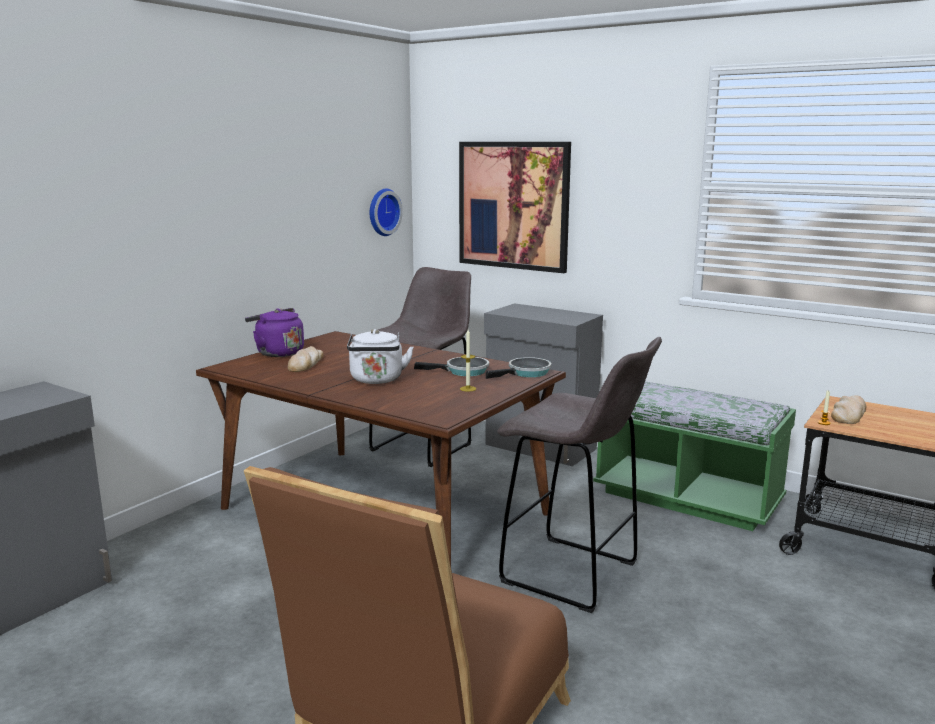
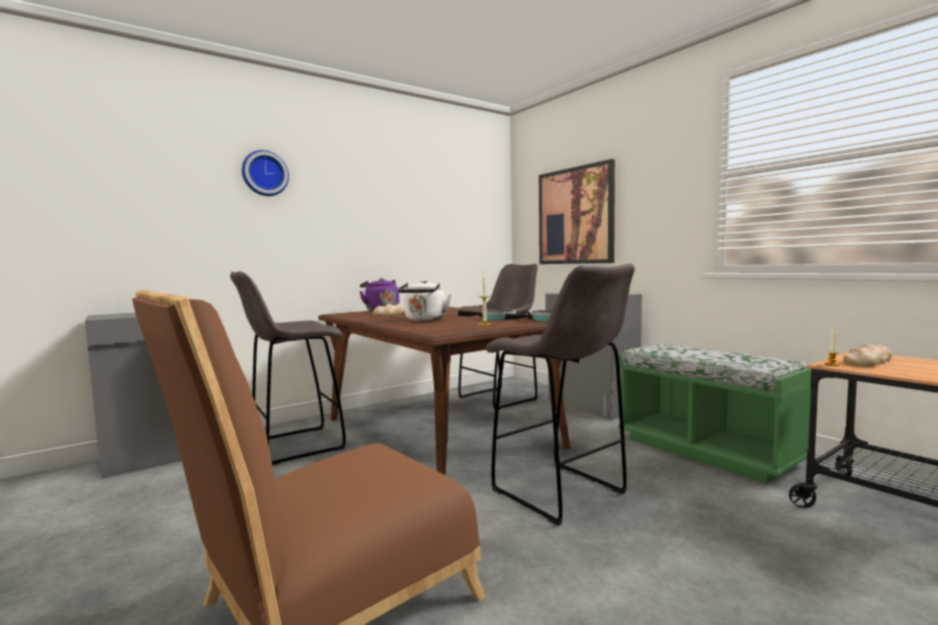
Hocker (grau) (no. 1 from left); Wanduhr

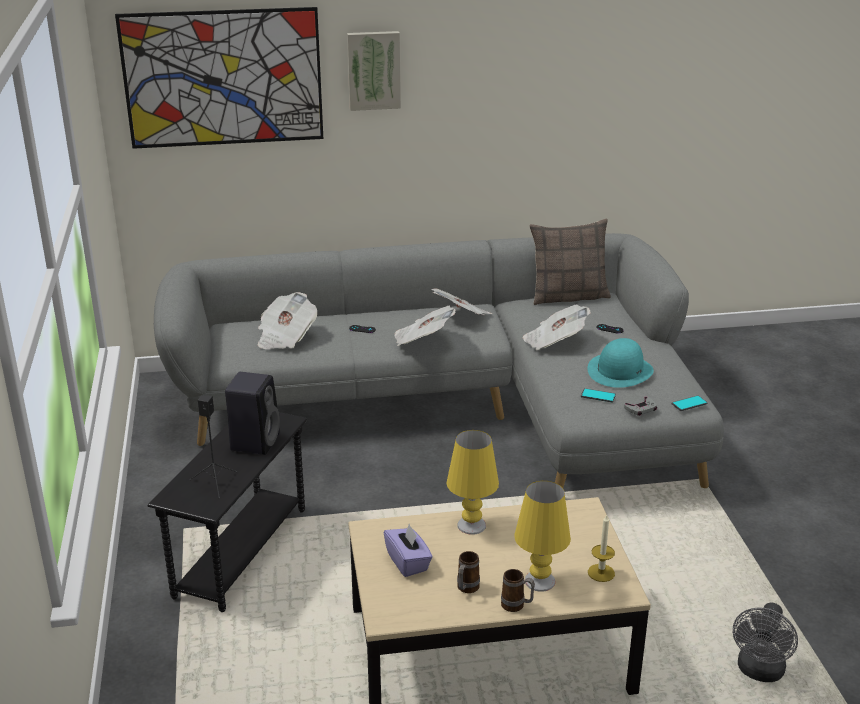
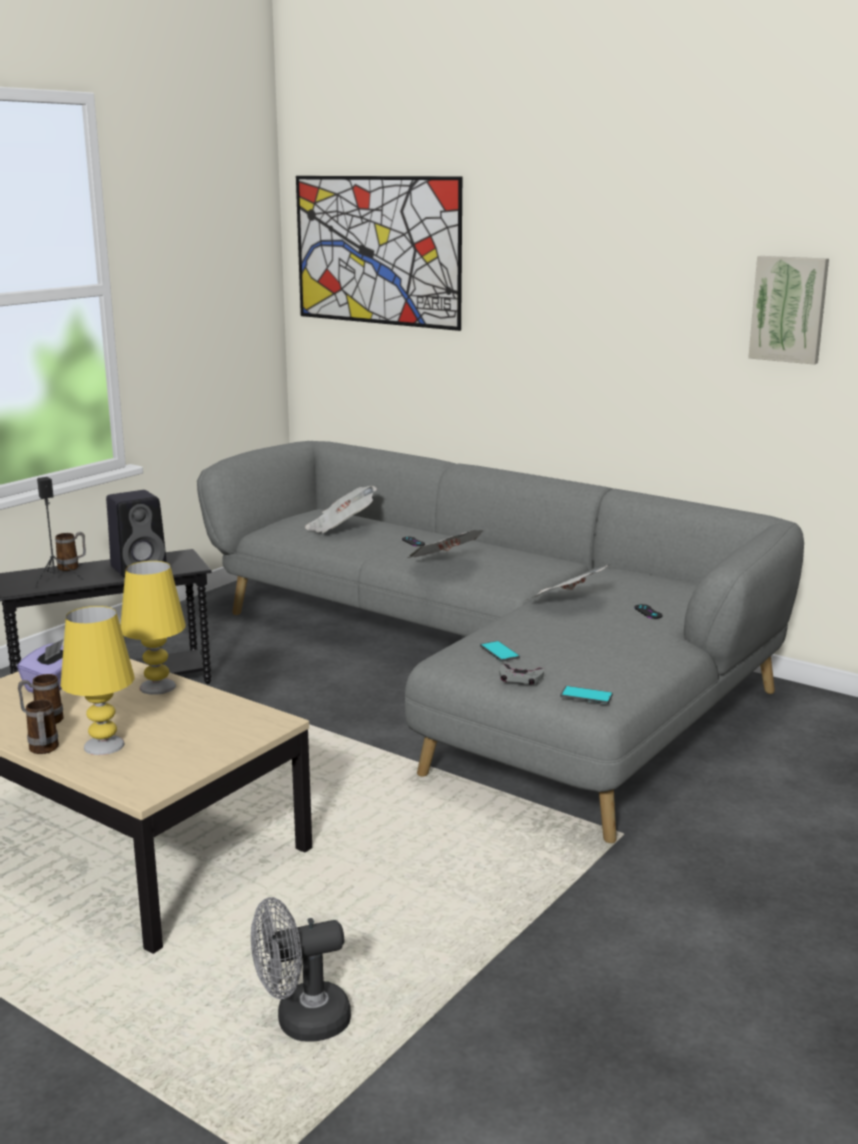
Henkelbecher (no. 3 from left); Bild (no. 2 from left); Zeitung (no. 3 from left in the first image); Kissen; Hut (türkis); Kerze

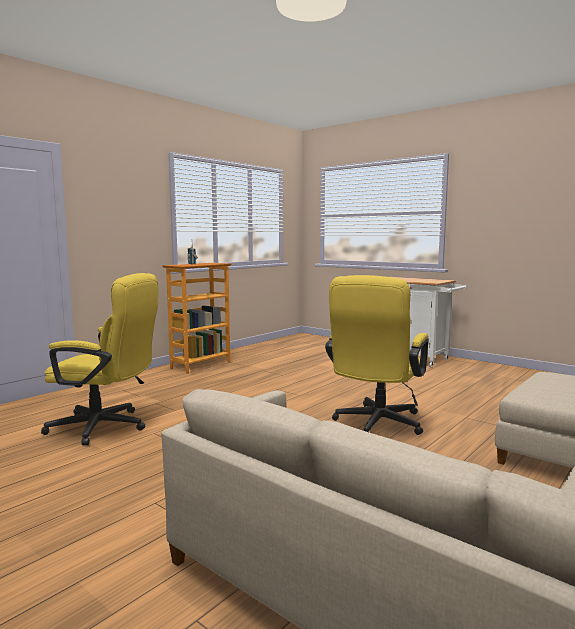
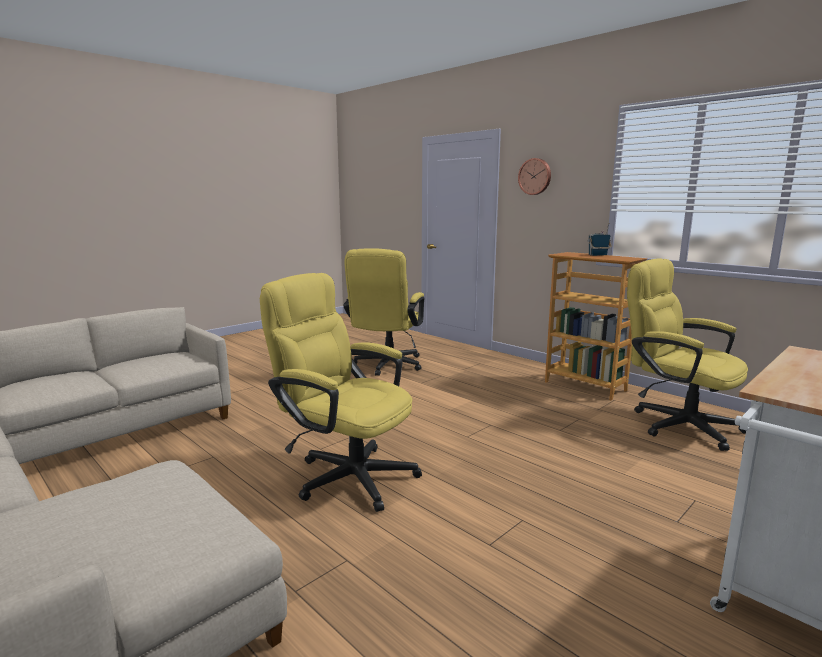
Wanduhr; Bürostuhl (gelb) (no. 3 from left)

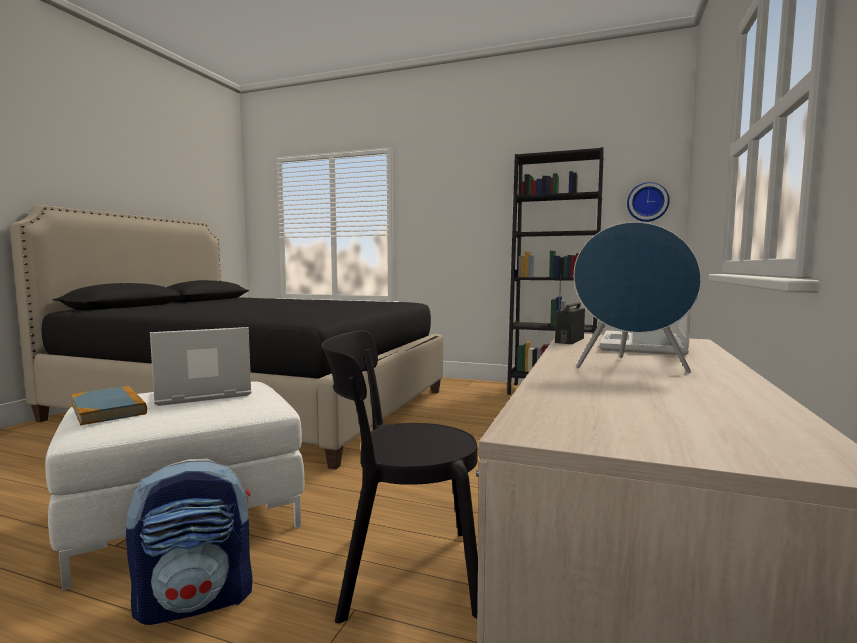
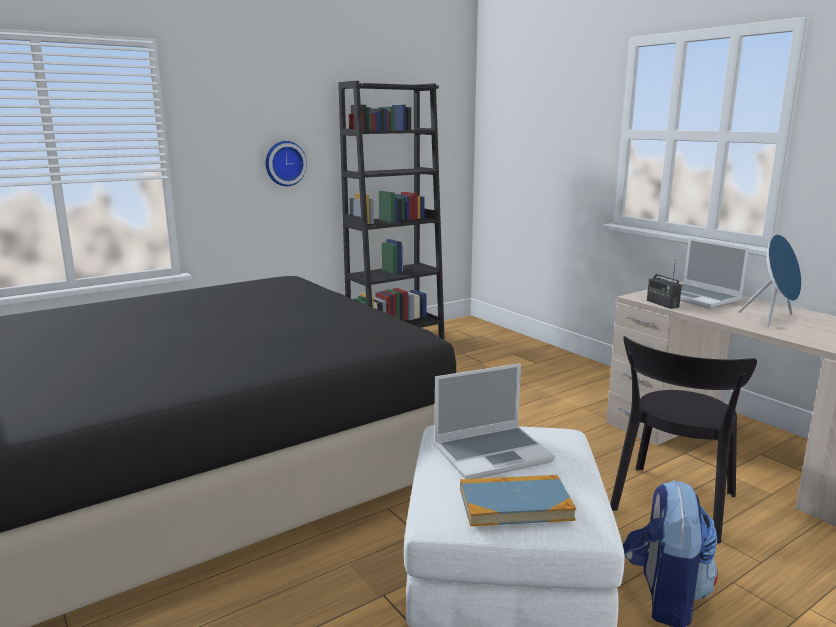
Wanduhr; Laptop (no. 1 from left)

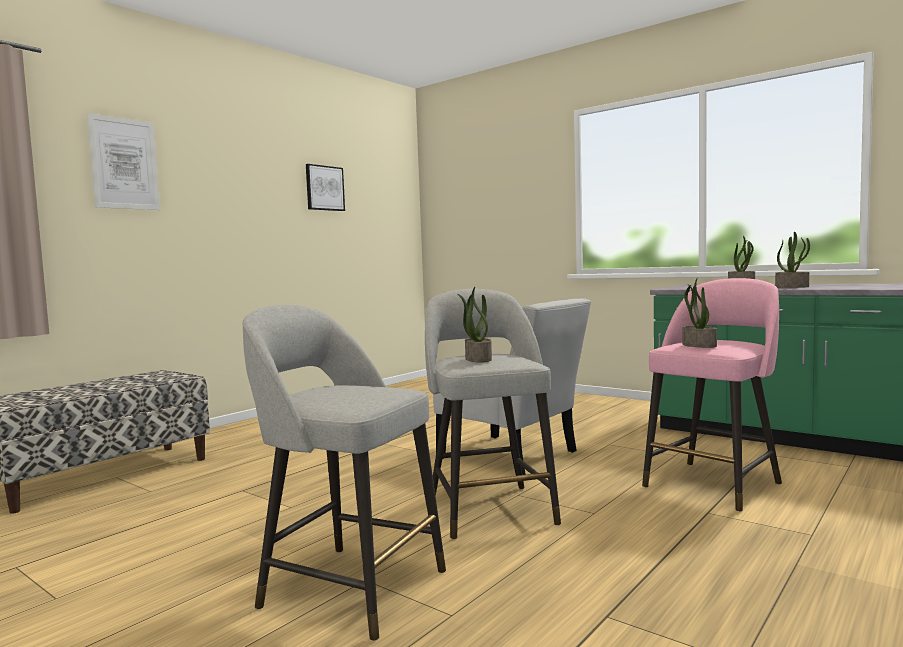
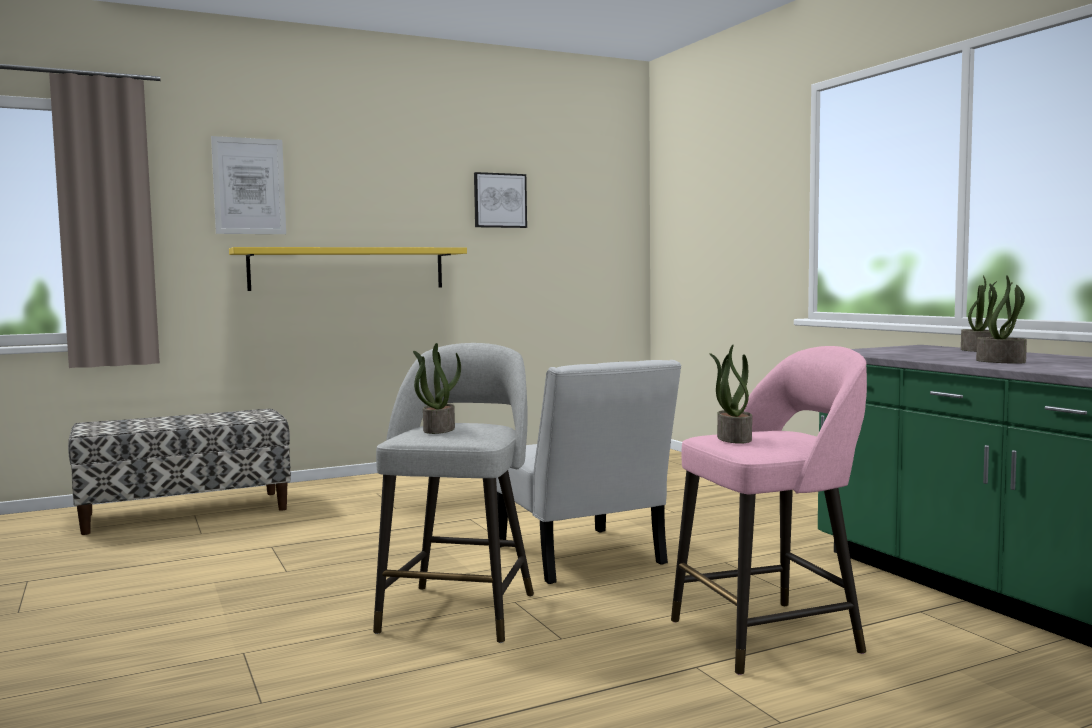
Wandregal (gelb); Hocker (grau) (no. 1 from left in the first image)

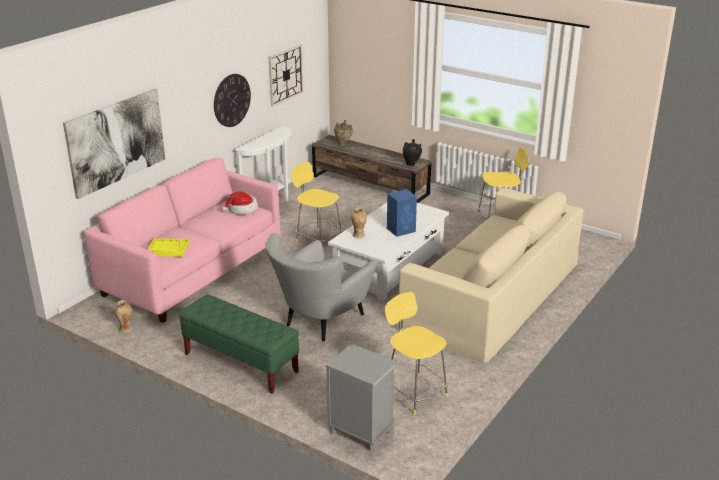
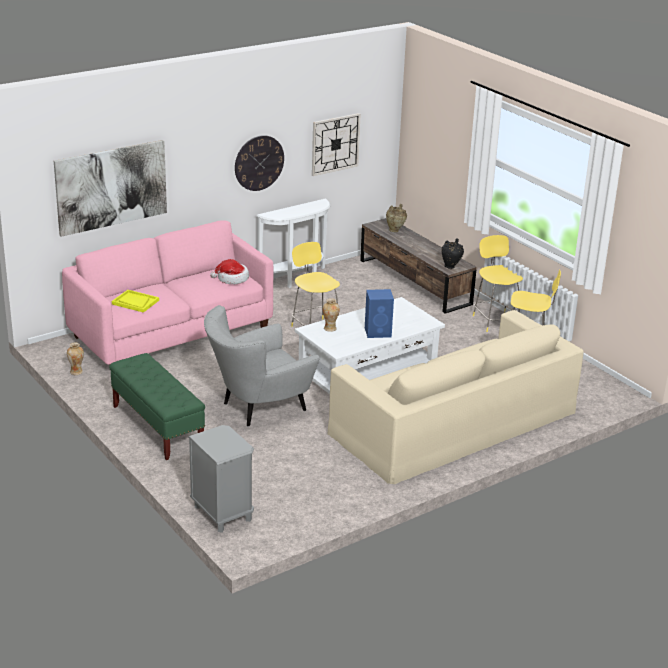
Hocker (gelb) (no. 2 from left)

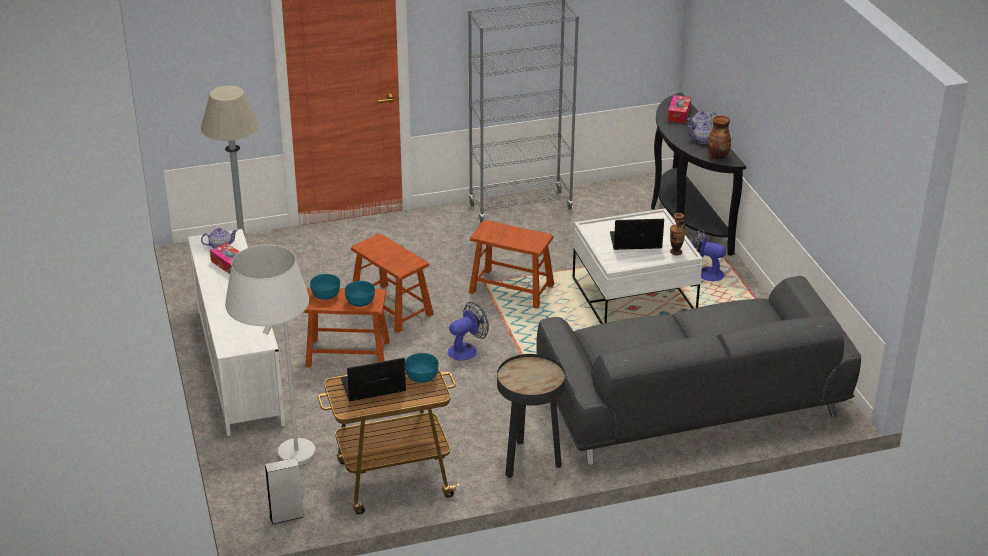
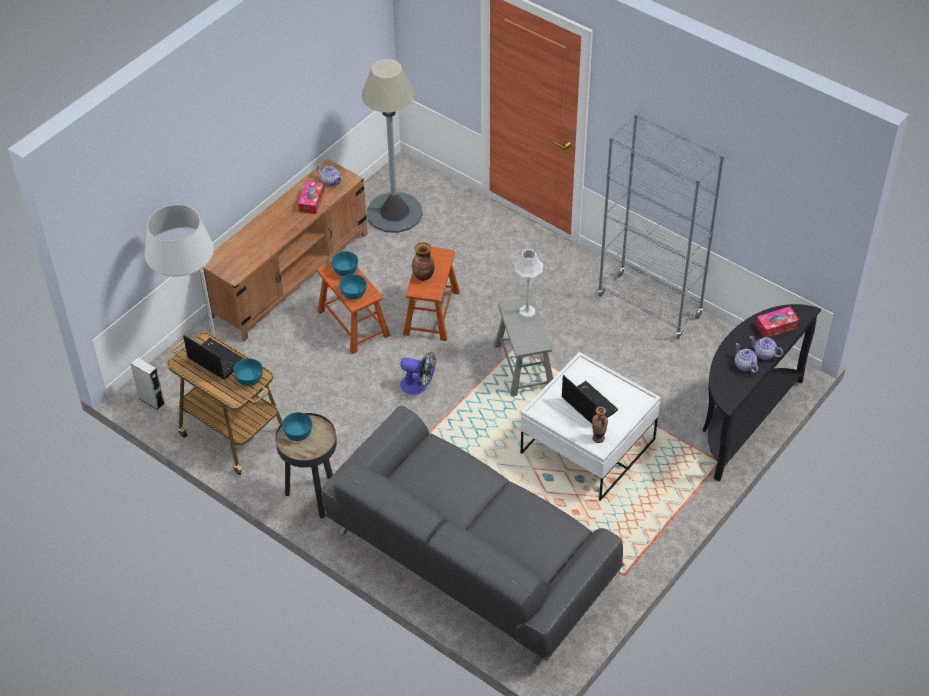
Fernsehschrank (braun); Schüssel (türkis) (no. 2 from left); Vase (no. 1 from left); Hocker (grau); Tischlampe (grau); Ventilator (no. 2 from left in the first image)

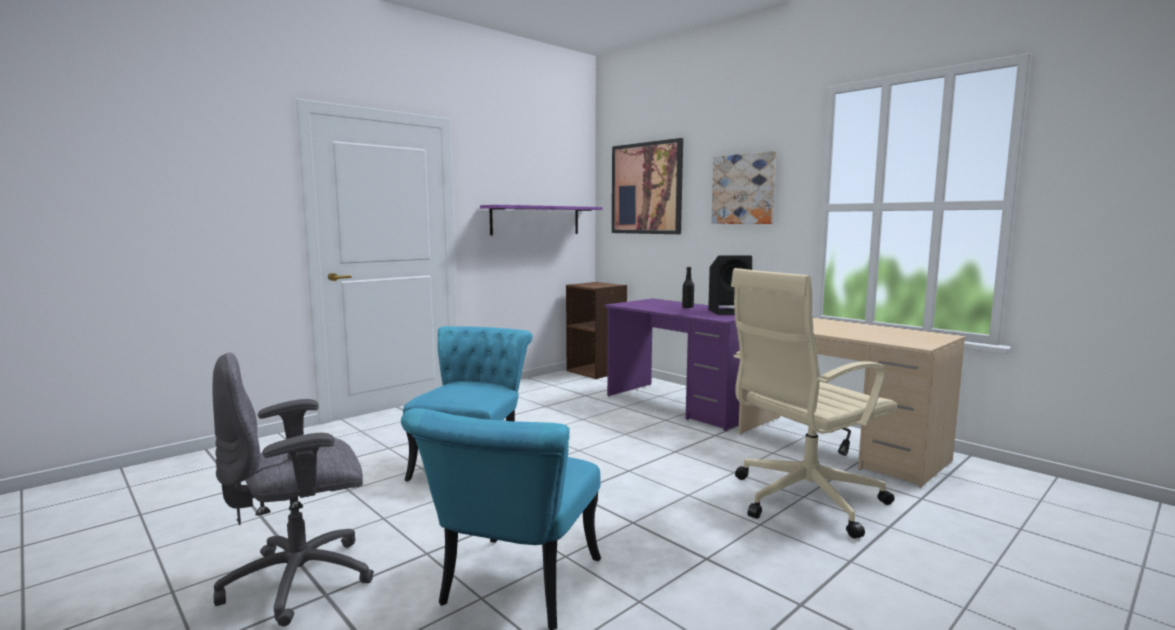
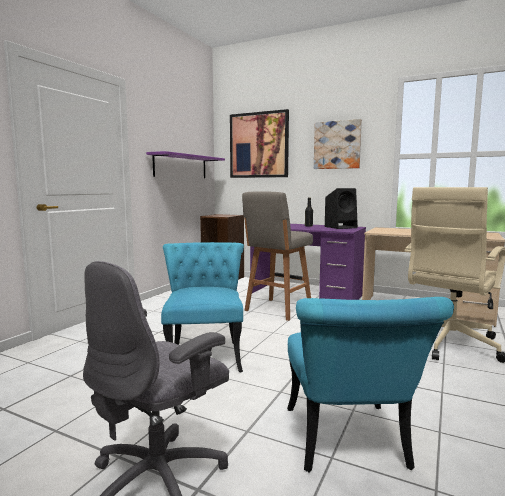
Hocker (grau)

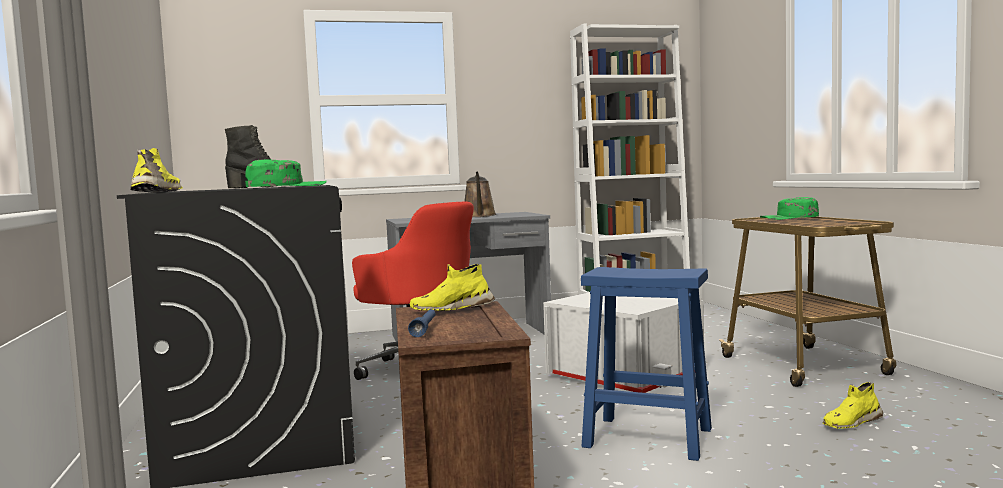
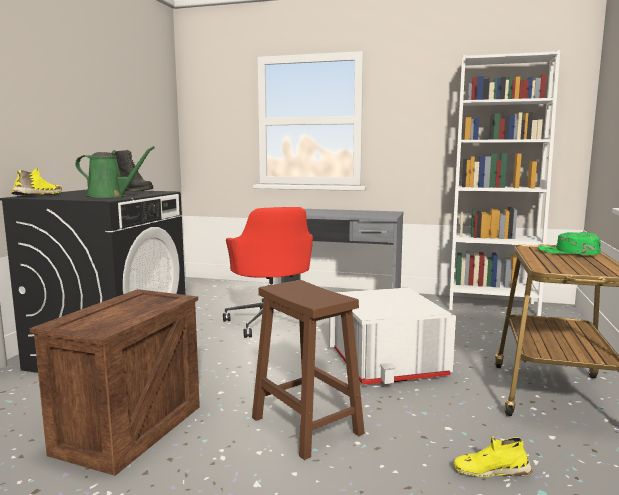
Gießkanne (grün); Hocker (braun); Taschenlampe (blau); Schuh (gelb) (no. 2 from left in the first image); Gießkanne (braun)

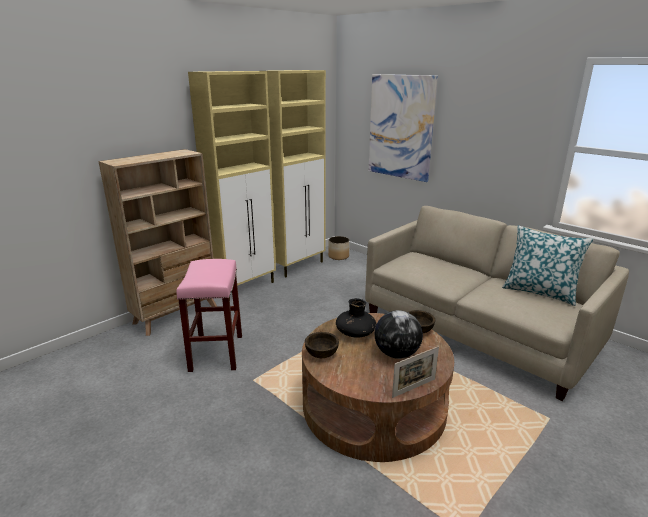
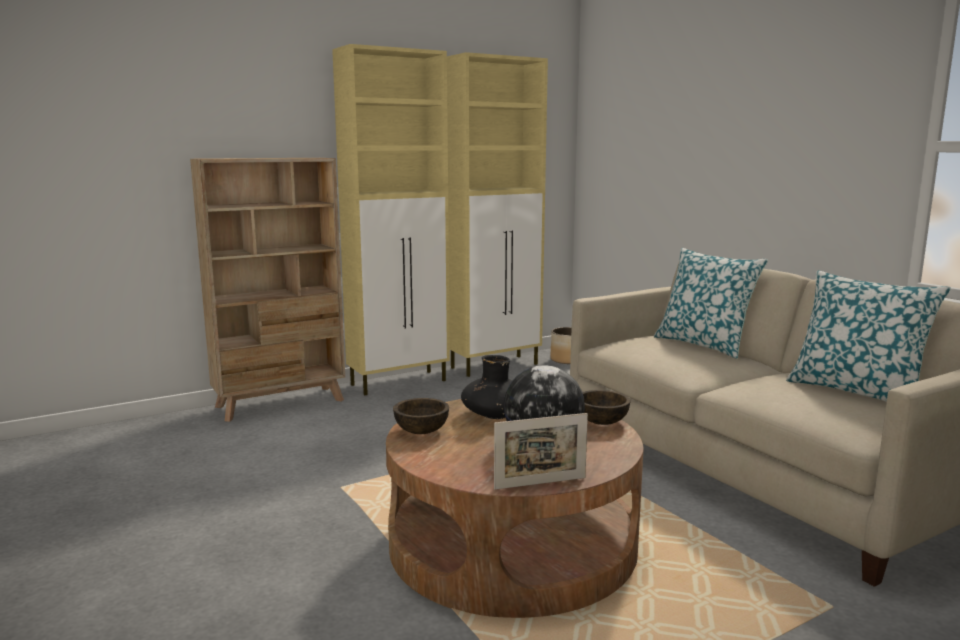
Kissen (no. 1 from left); Hocker (rosa); Bild

